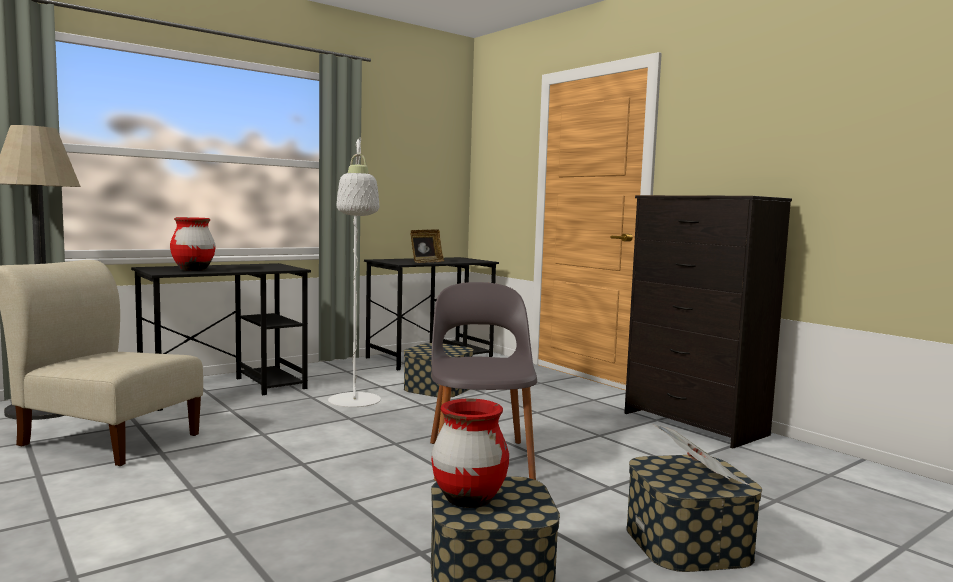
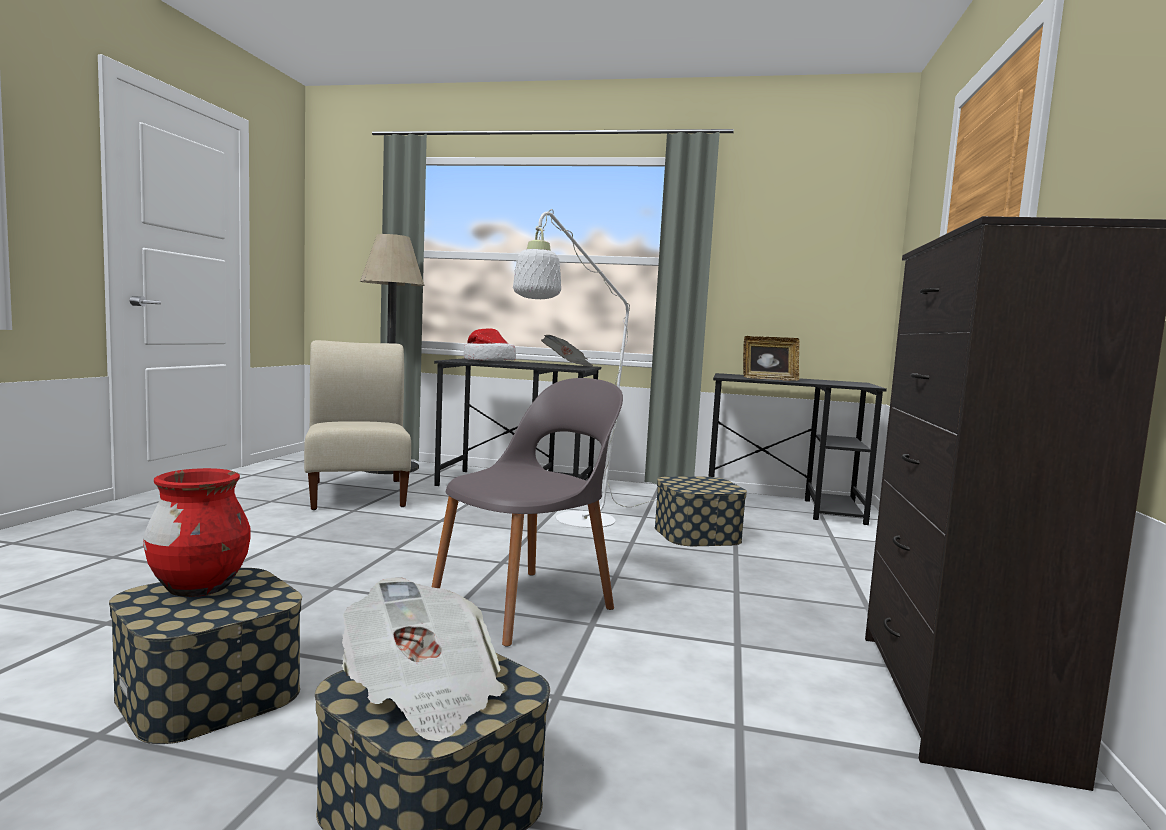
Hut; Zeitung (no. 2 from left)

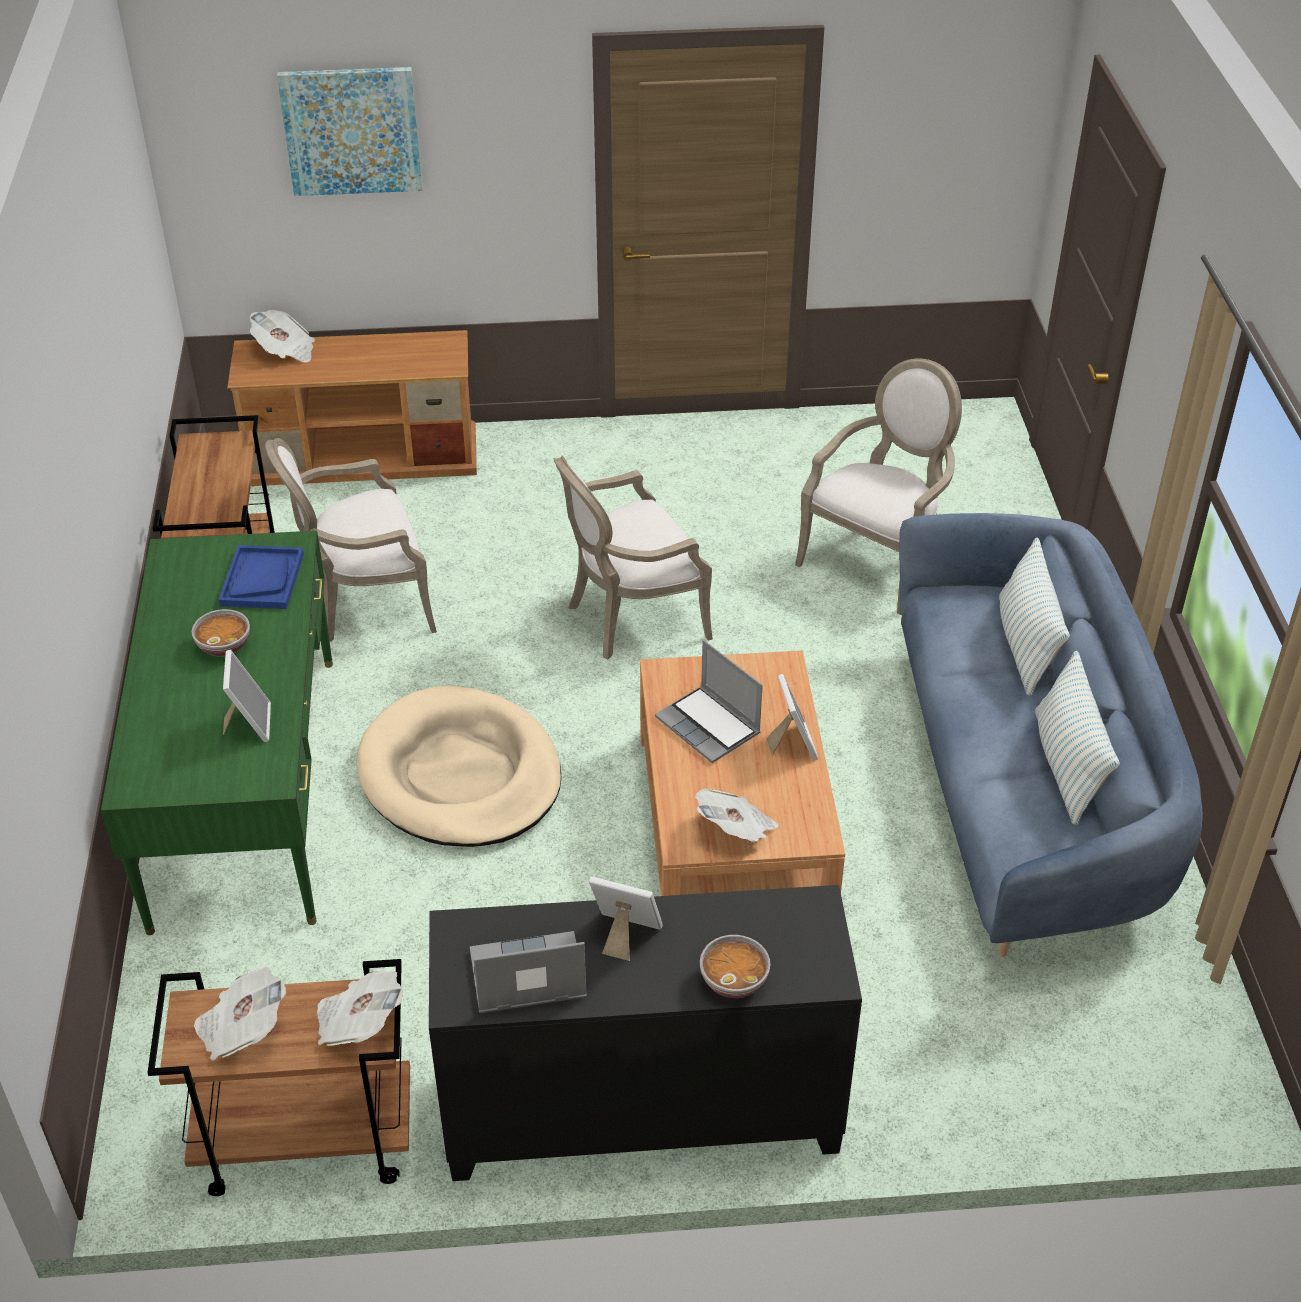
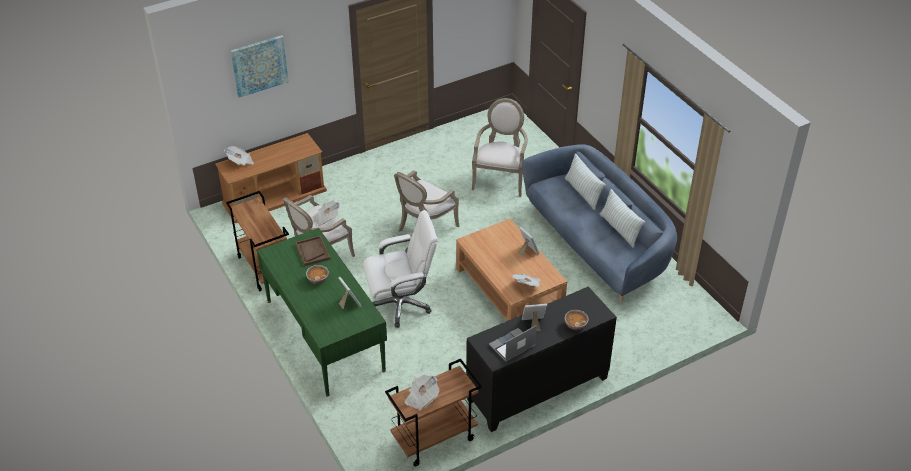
Tablett (braun); Zeitung (no. 2 from left); Bürostuhl (weiß); Laptop (no. 2 from left in the first image)

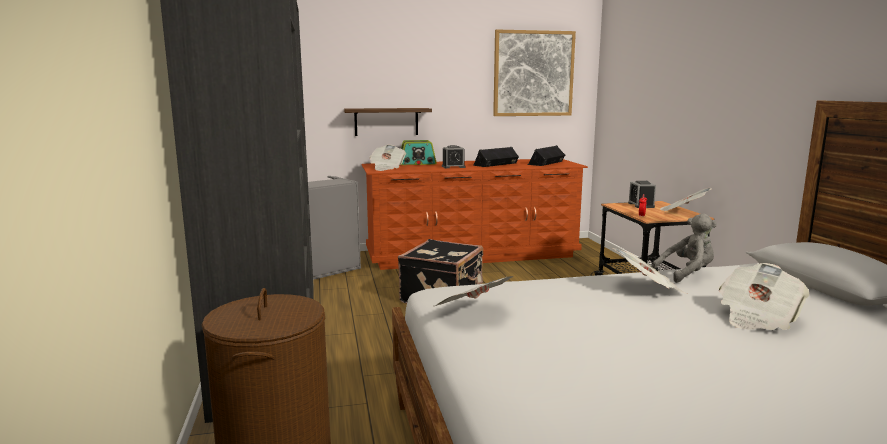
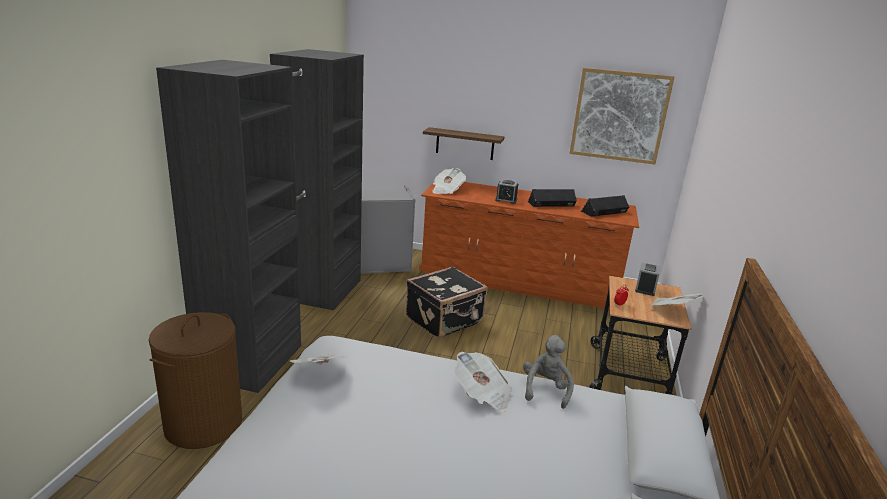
Plüschtier (grau); Radio; Zeitung (no. 5 from left in the first image)

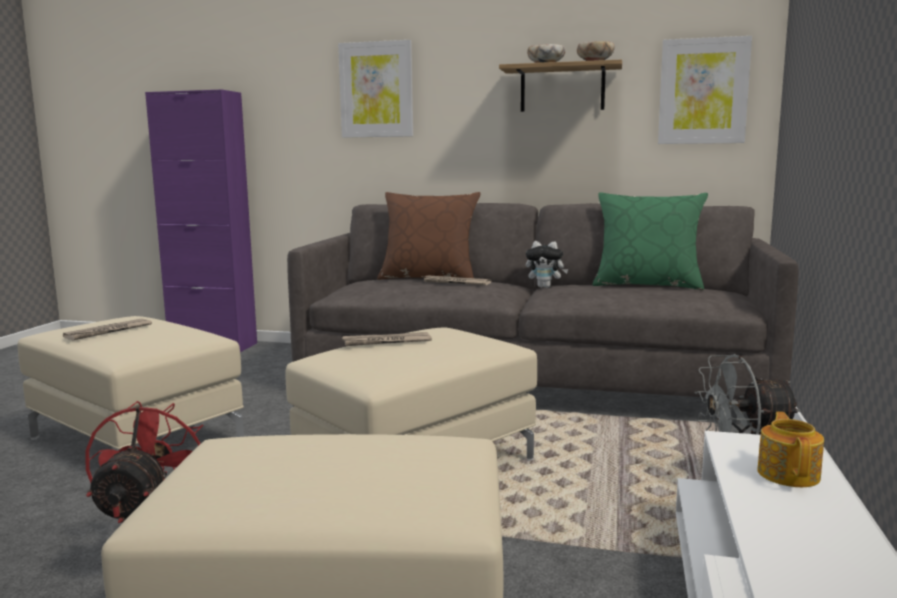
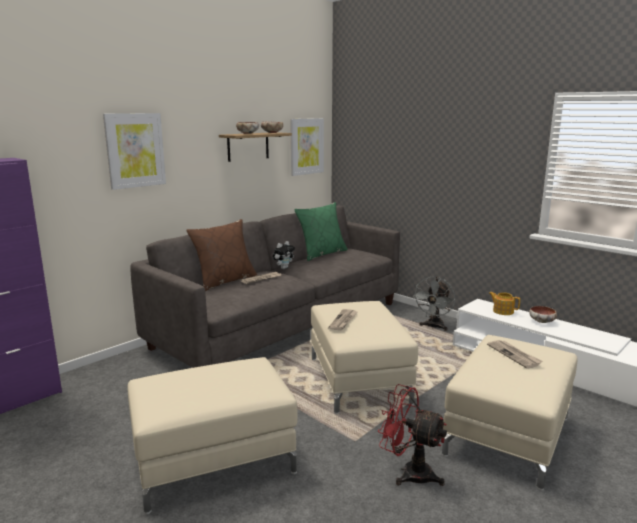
Zeitung (no. 3 from left); Schüssel (no. 3 from left)

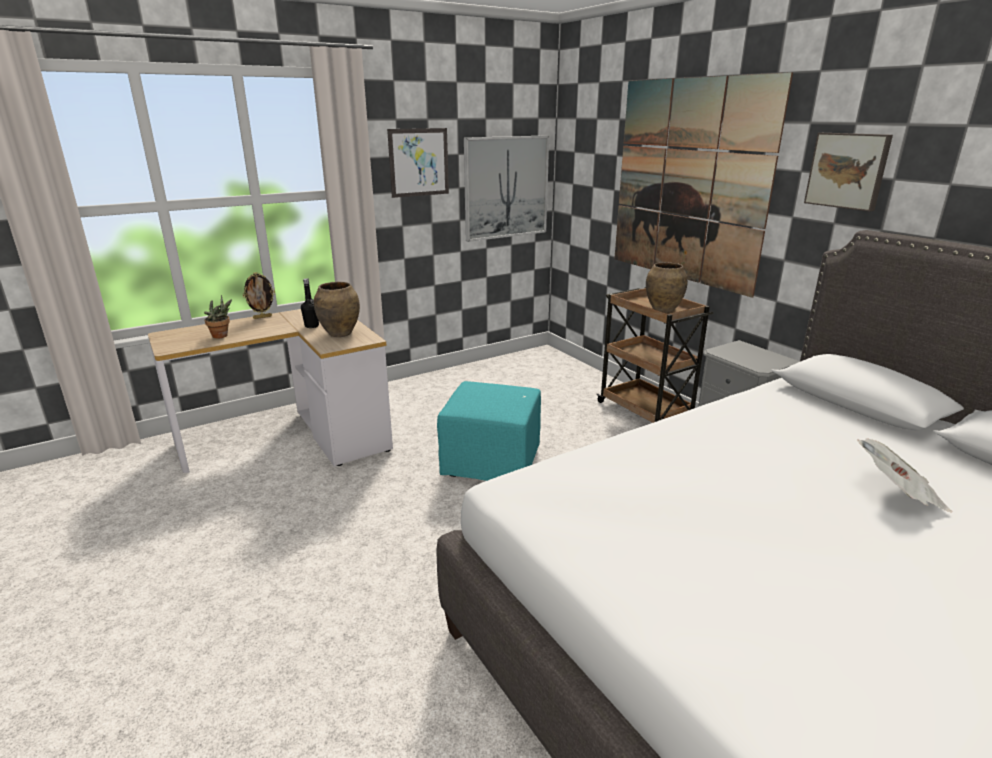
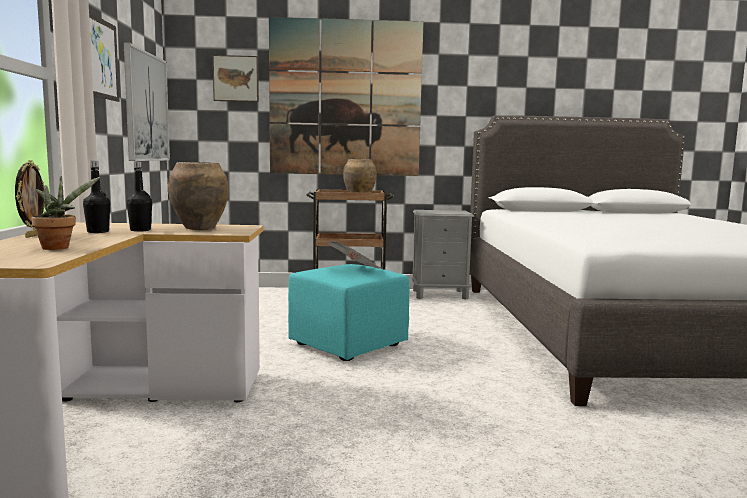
Flasche (schwarz) (no. 1 from left); Bild (no. 3 from left); Zeitung

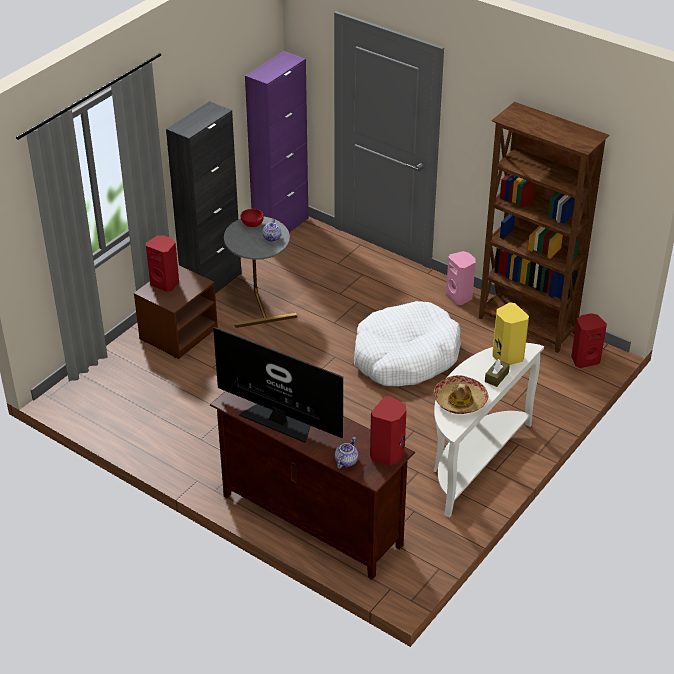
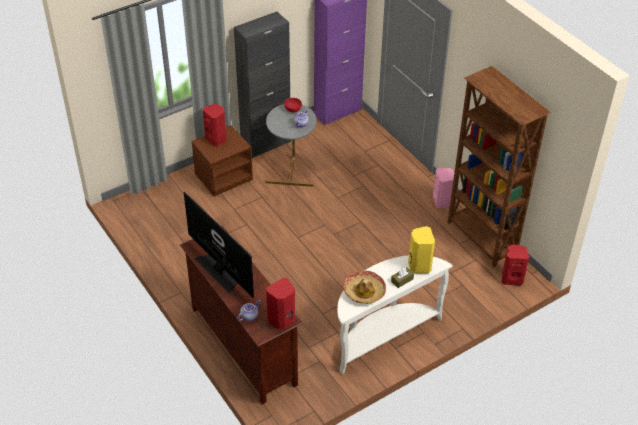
Hundebett (weiß)

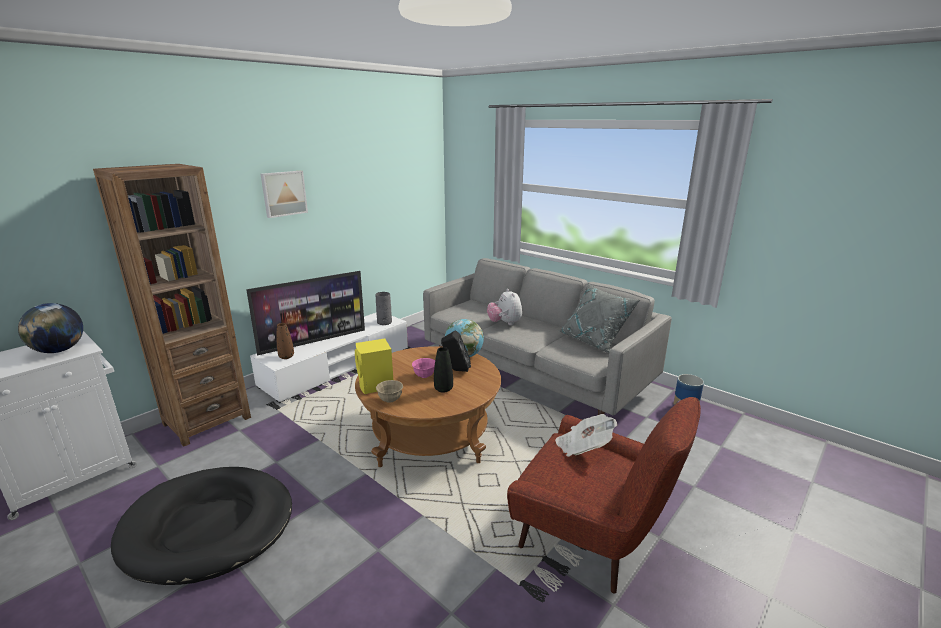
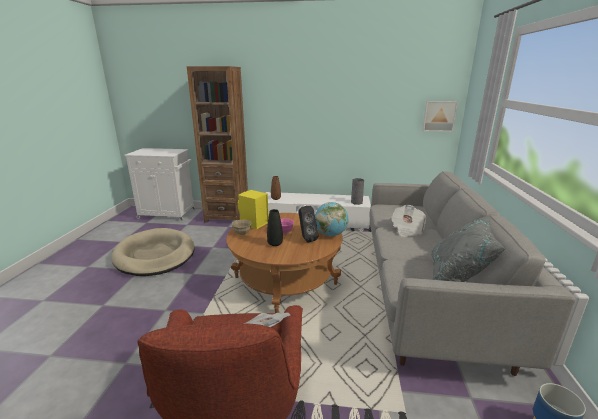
Hundebett (beige); Zeitung (no. 2 from left); Bild; Globus (no. 1 from left in the first image); Fernseher

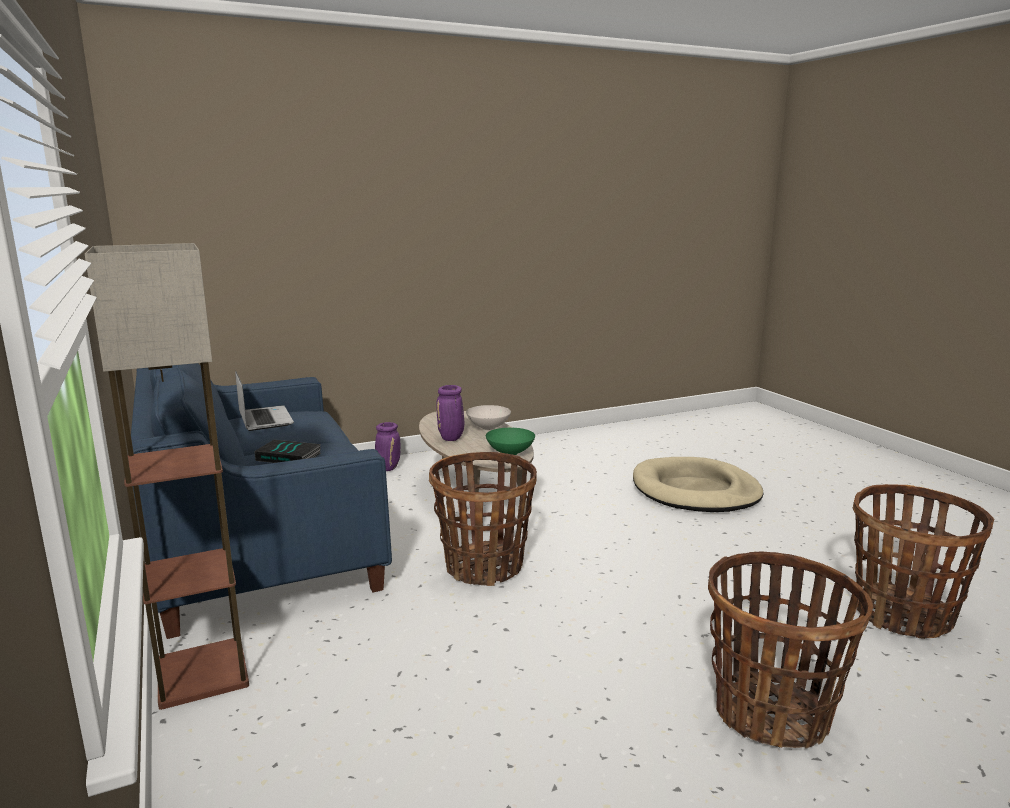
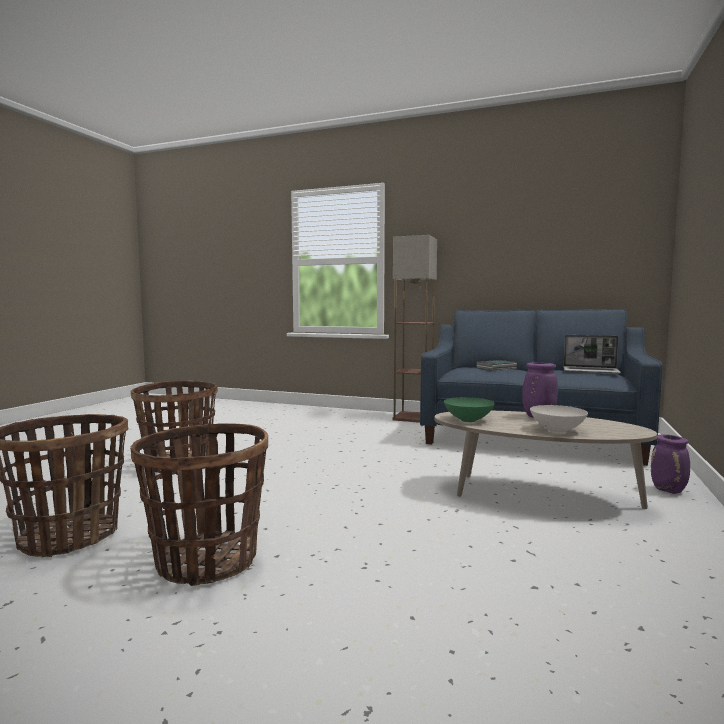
Korb (no. 3 from left); Hundebett (beige)

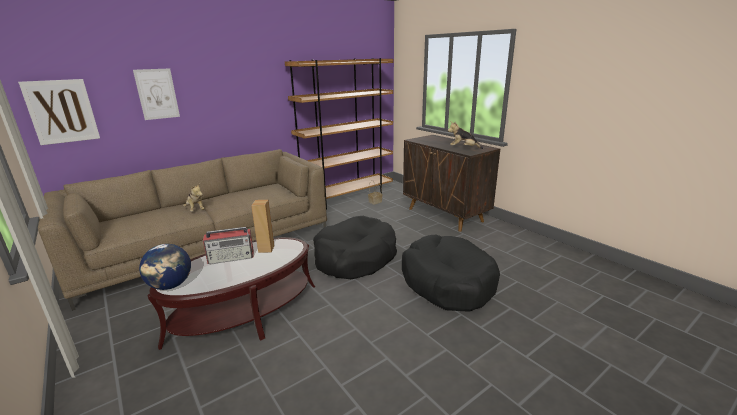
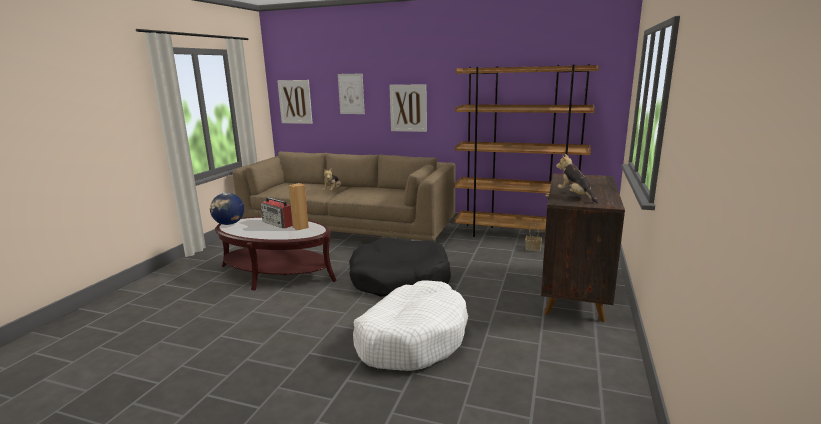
Hundebett (weiß); Bild (no. 3 from left)

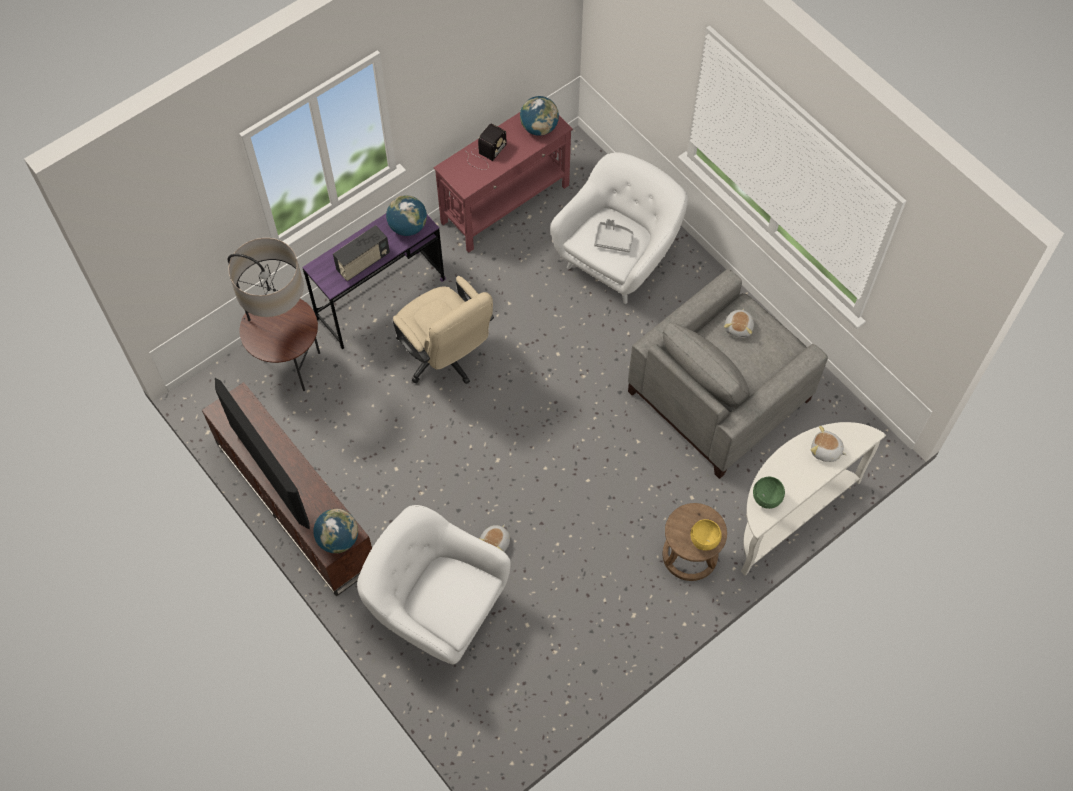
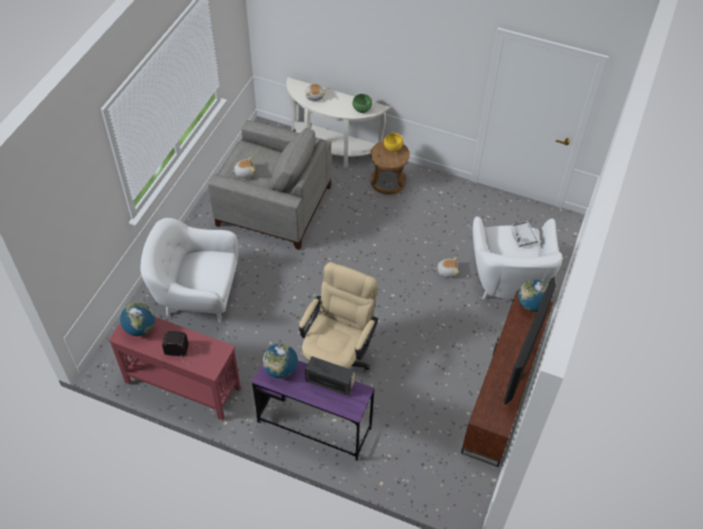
Tablett (grau); Stehlampe

